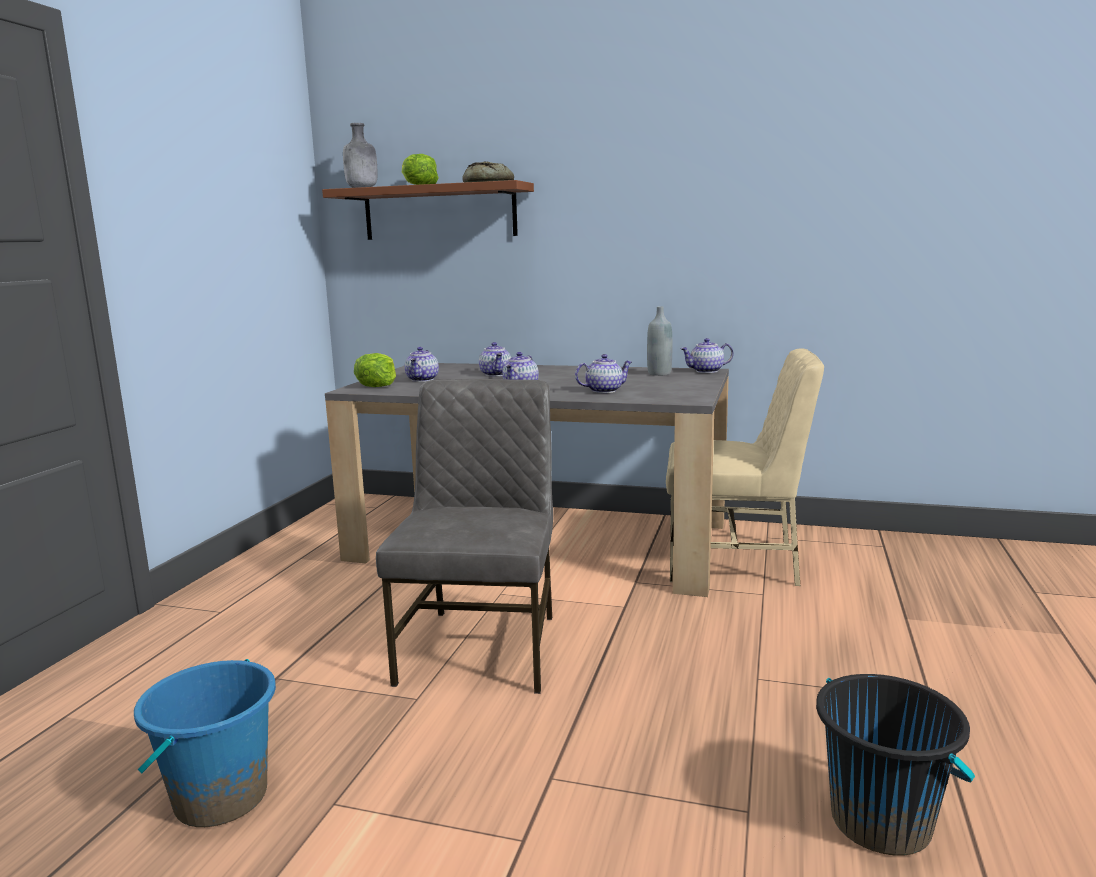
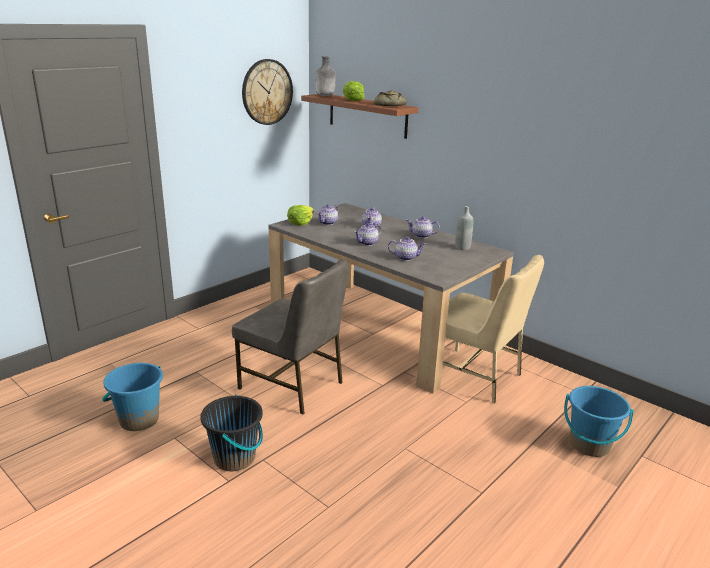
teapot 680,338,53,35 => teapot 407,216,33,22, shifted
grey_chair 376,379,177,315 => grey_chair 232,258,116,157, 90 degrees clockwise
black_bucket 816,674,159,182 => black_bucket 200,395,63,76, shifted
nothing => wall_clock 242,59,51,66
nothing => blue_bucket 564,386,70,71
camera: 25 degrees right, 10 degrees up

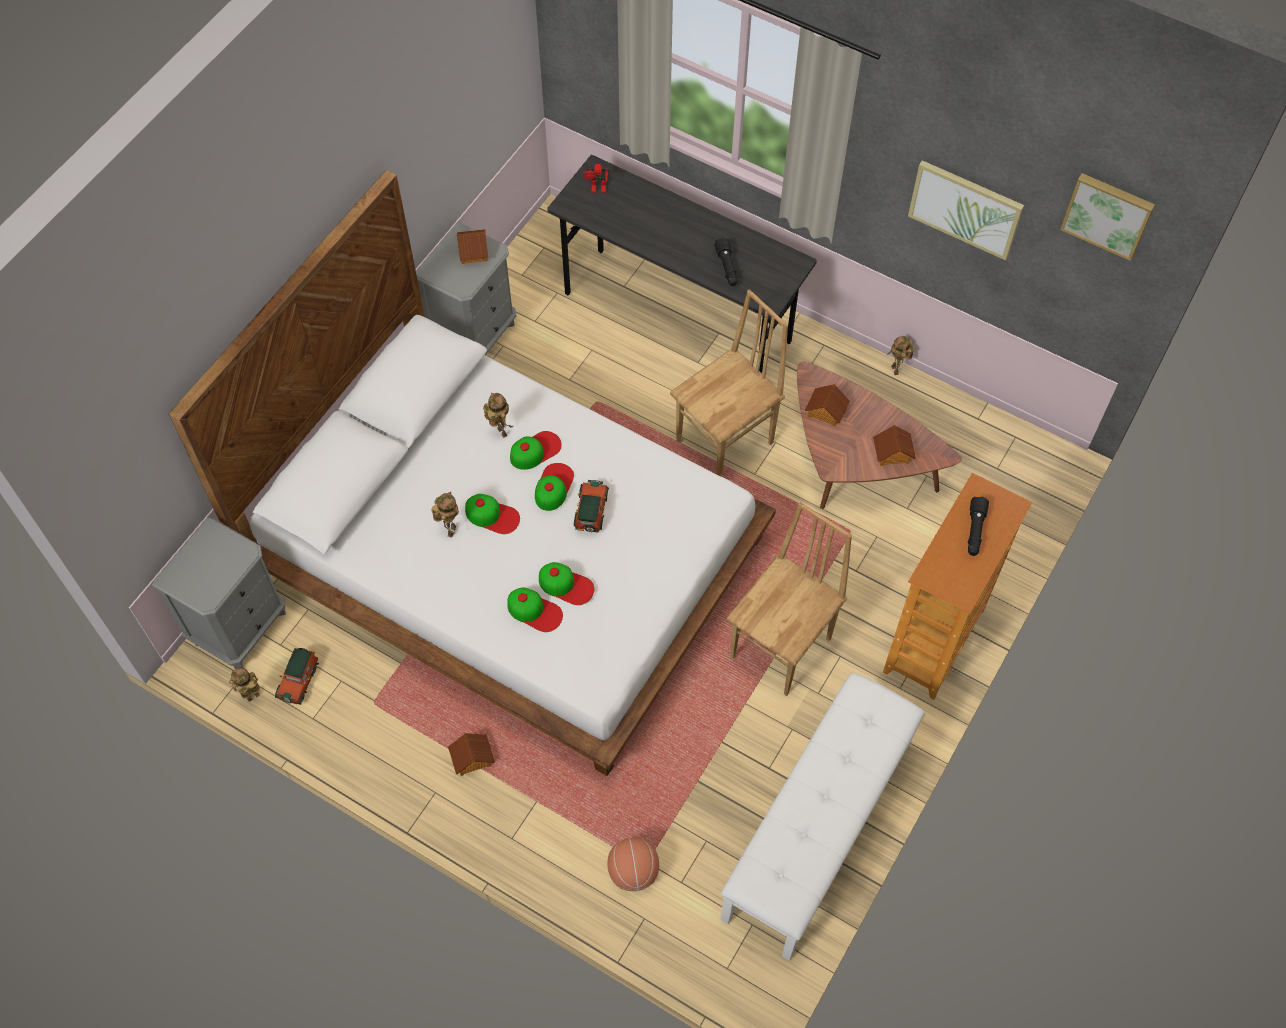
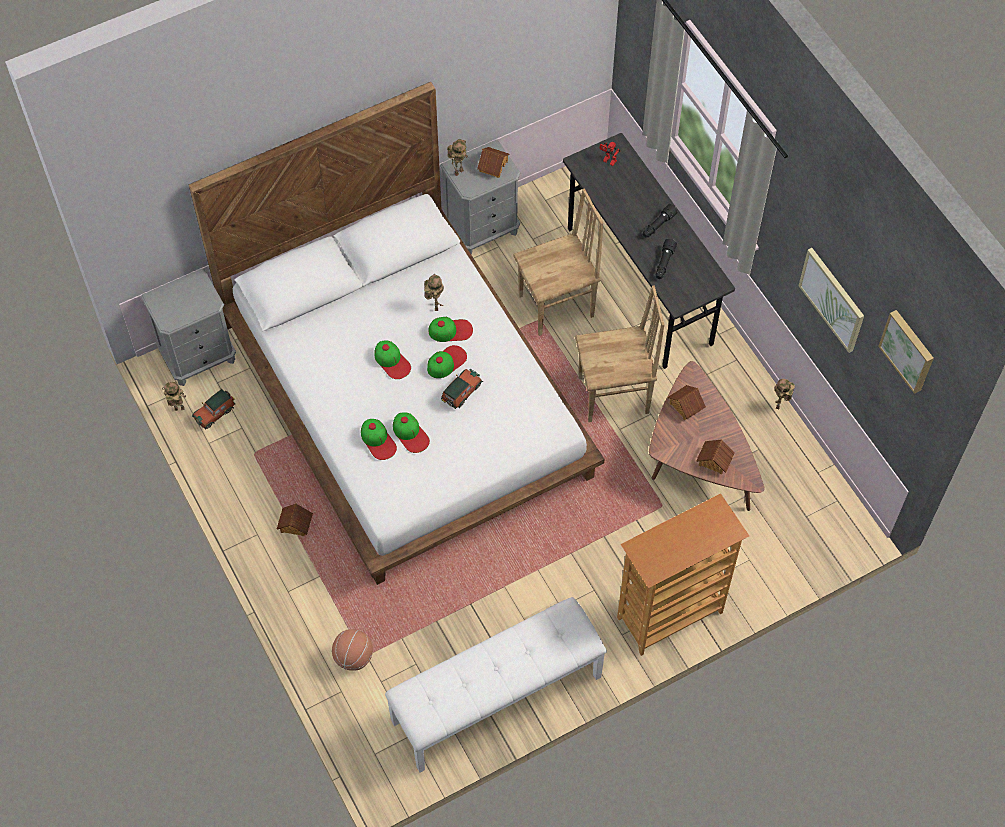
toy_robot 431,492,28,45 => toy_robot 447,139,21,37, shifted
black_flashlight 967,497,22,59 => black_flashlight 643,204,35,33, shifted
brown_chair 726,502,126,194 => brown_chair 513,189,90,147, shifted
camera: 30 degrees right, 0 degrees up

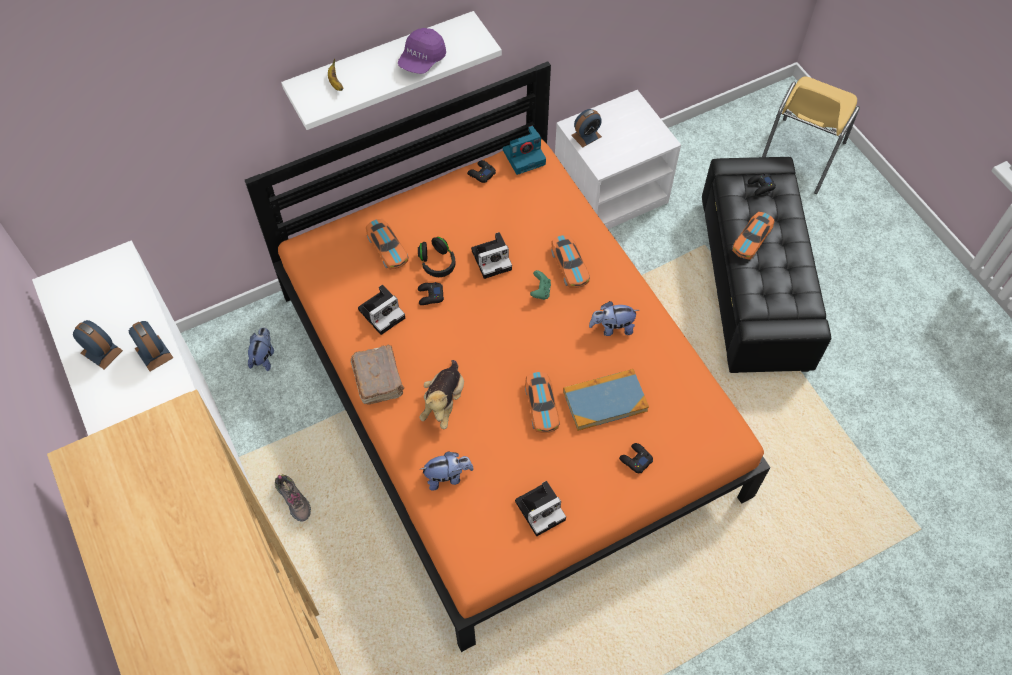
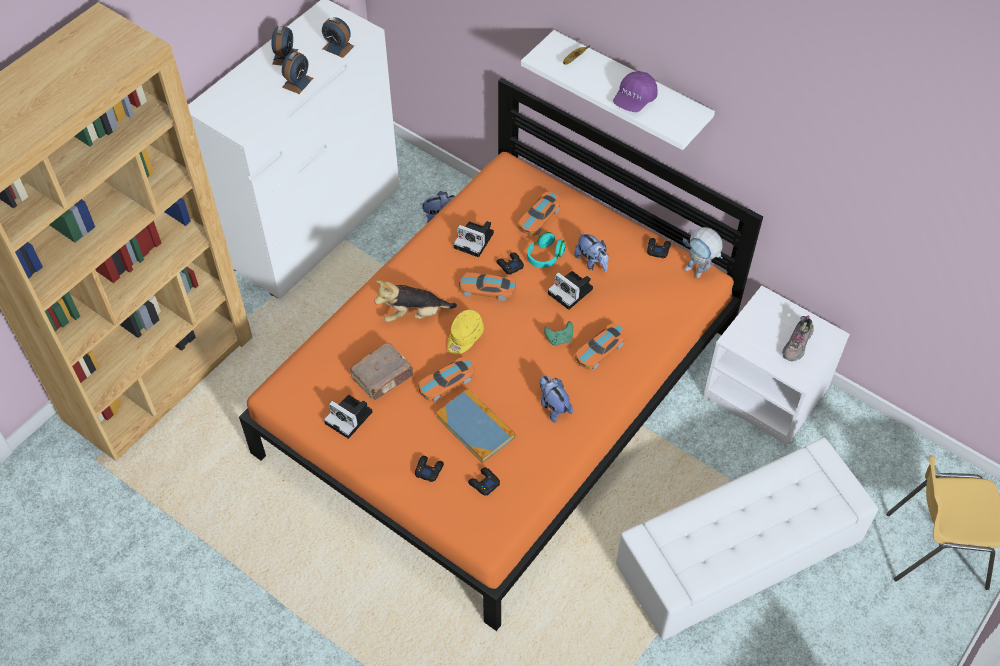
purple_cap 398,28,48,46 => purple_cap 613,71,45,41, 60 degrees counterclockwise
alarm_clock 571,109,31,38 => alarm_clock 322,17,32,41, shifted
photo_camera 503,126,43,49 => toy_robot 682,227,41,51
black_ottoman 702,157,129,216 => white_ottoman 616,437,262,203
black_game_controller 748,173,28,23 => black_game_controller 468,468,32,28, shifted
toy_car 732,212,42,48 => toy_car 459,273,57,28, shifted
black_headphones 418,237,37,40 => turquoise_headphones 527,232,39,36
brown_book 351,345,53,60 => brown_book 350,343,64,57, shifted
plush_toy 421,451,53,40 => plush_toy 574,231,35,41, shifted
shoe 275,474,36,48 => shoe 782,315,32,46, shifted
nothing => yellow_cap 447,310,37,44
camera: 65 degrees right, 5 degrees down

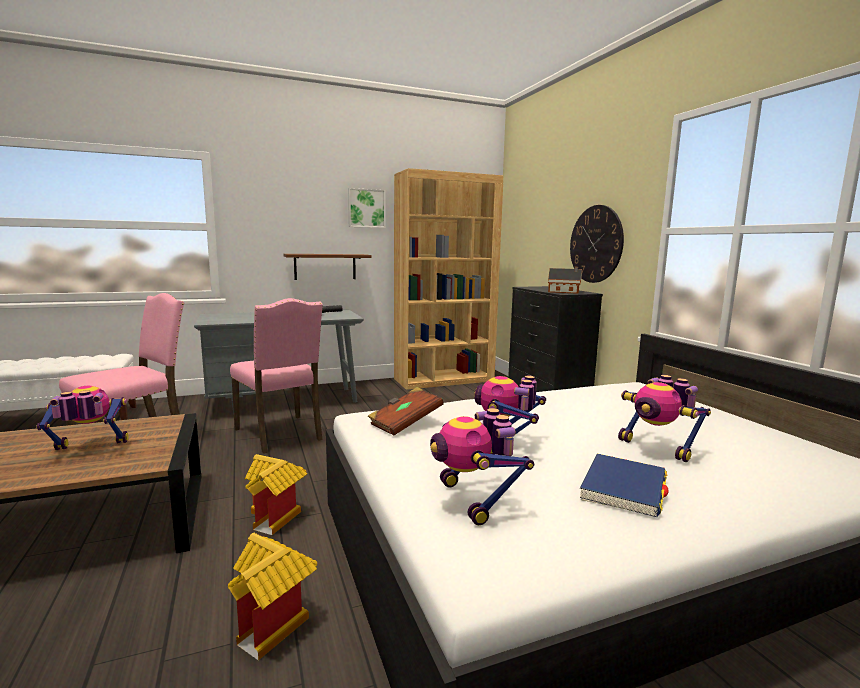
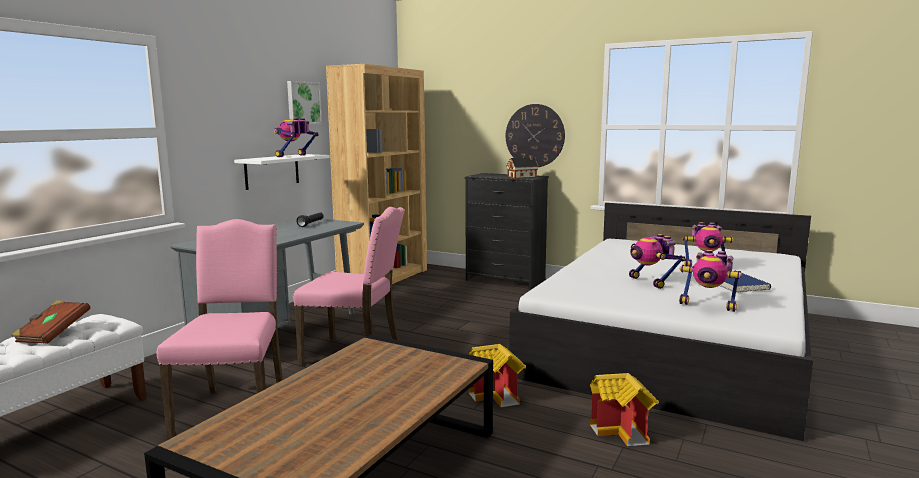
brown_shelf 283,254,89,26 => white_shelf 234,154,96,36
toy_robot 36,386,93,64 => toy_robot 274,119,45,38, shifted
brown_book 368,387,76,49 => brown_book 11,300,79,44, shifted
camera: 40 degrees left, 0 degrees up

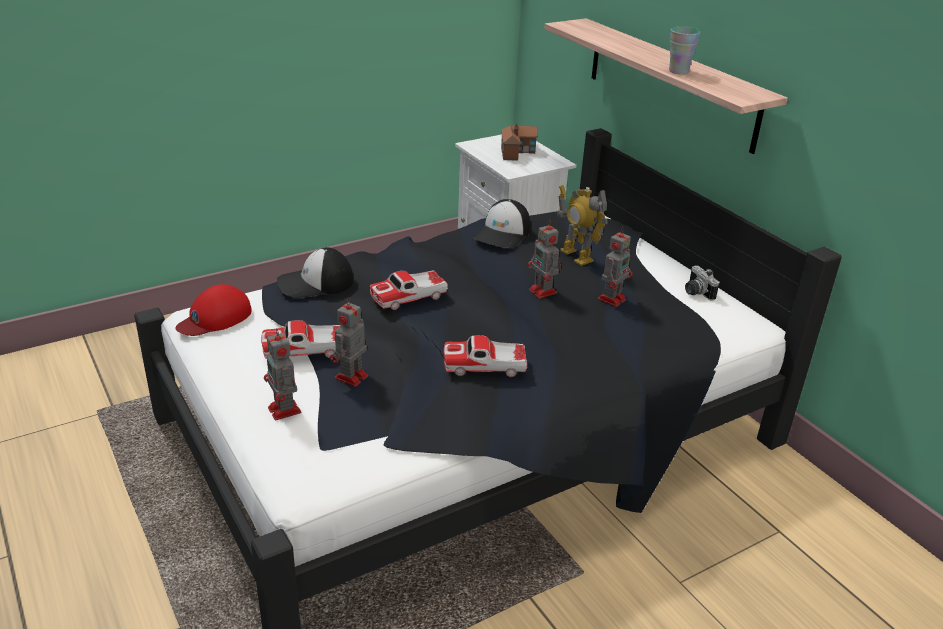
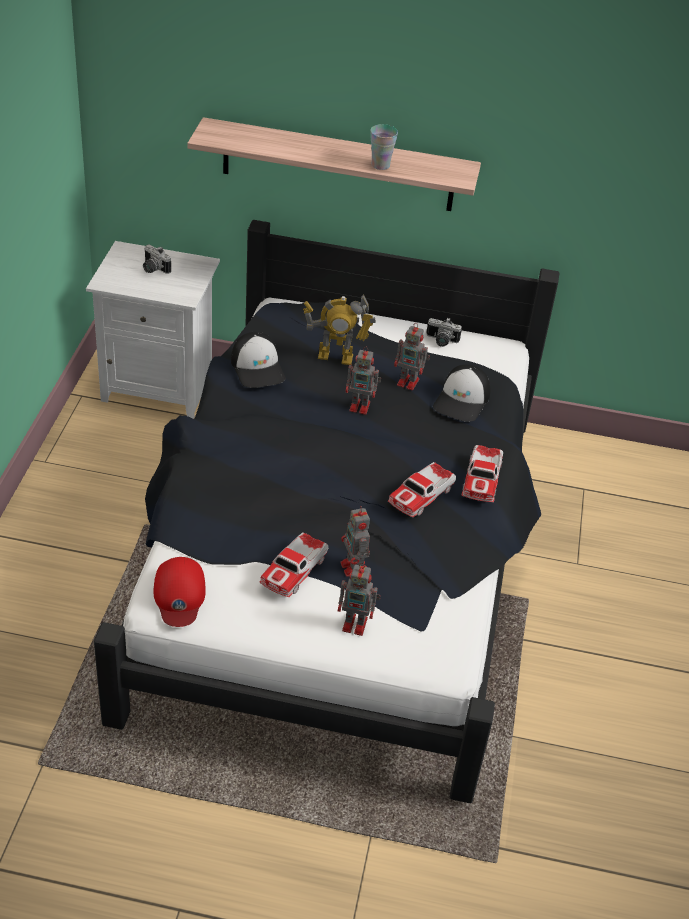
toy_house 501,124,37,37 => photo_camera 143,245,28,29
toy_robot 598,228,34,79 => toy_robot 394,323,36,67, 120 degrees clockwise
cap 277,247,76,51 => cap 433,364,57,58, shifted
toy_car 370,270,78,40 => toy_car 462,445,41,57, shifted
camera: 50 degrees left, 10 degrees up

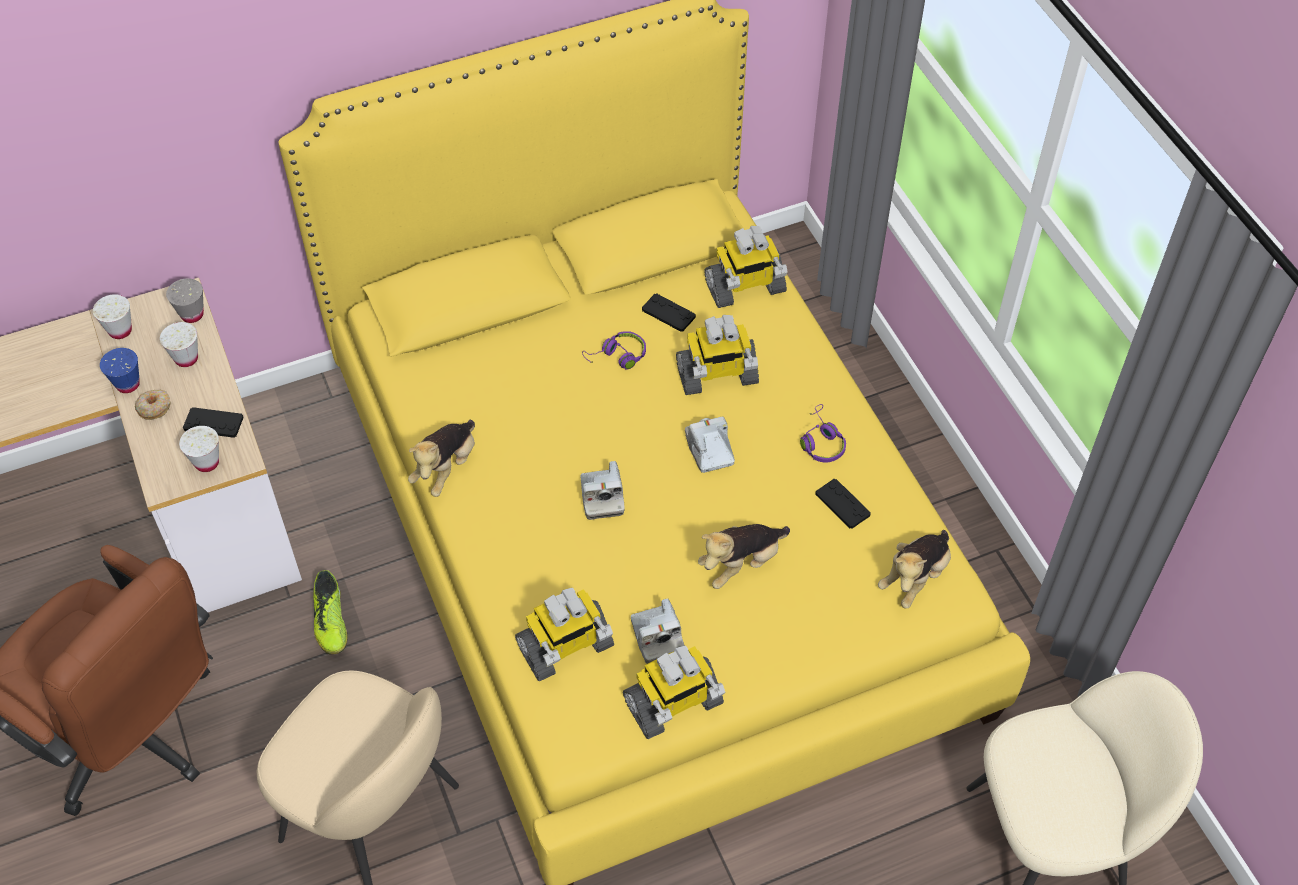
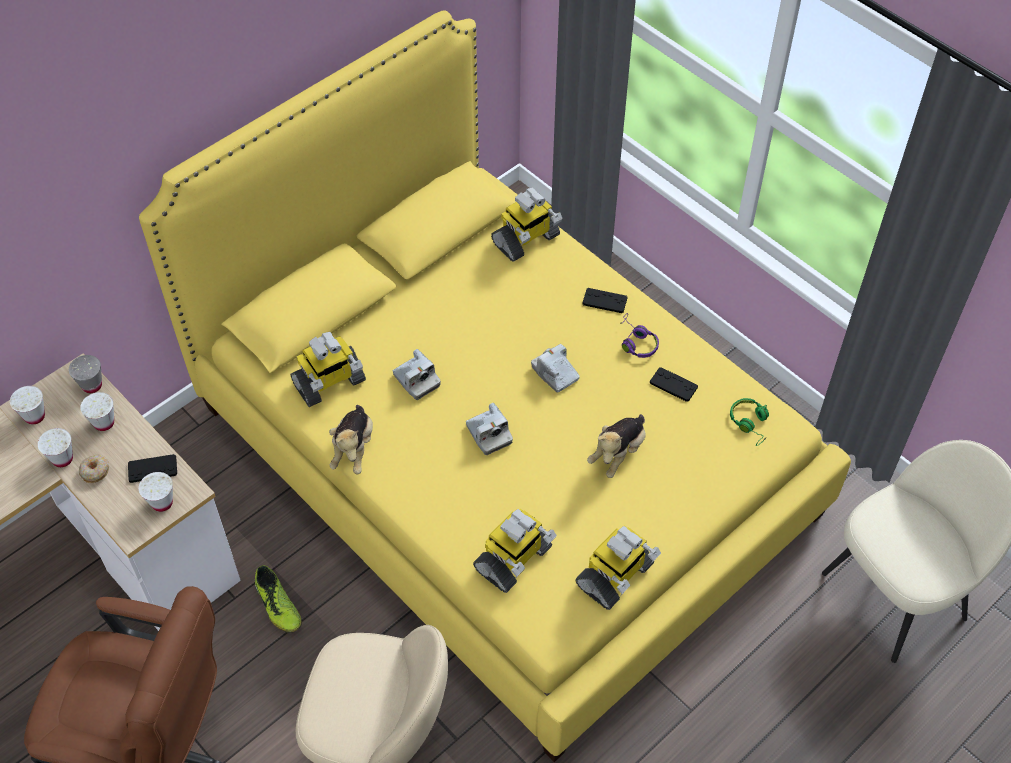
black_game_controller 642,293,54,39 => black_game_controller 582,288,45,25, shifted
toy_robot 676,315,83,80 => toy_robot 290,332,76,75, shifted
purple_headphones 582,331,64,39 => nothing
blue_cup 100,348,40,45 => white_cup 38,428,35,39
plush_toy 878,530,73,79 => green_headphones 730,398,39,48
photo_camera 631,599,53,65 => photo_camera 393,349,48,51, shifted
camera: 20 degrees left, 0 degrees up

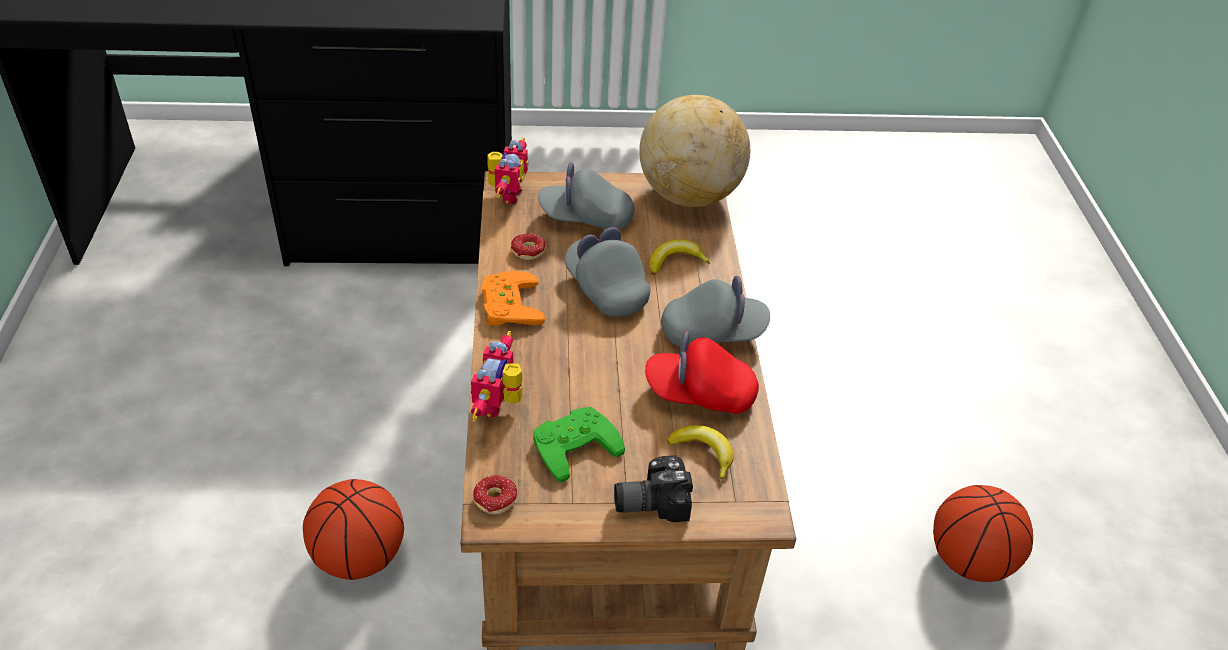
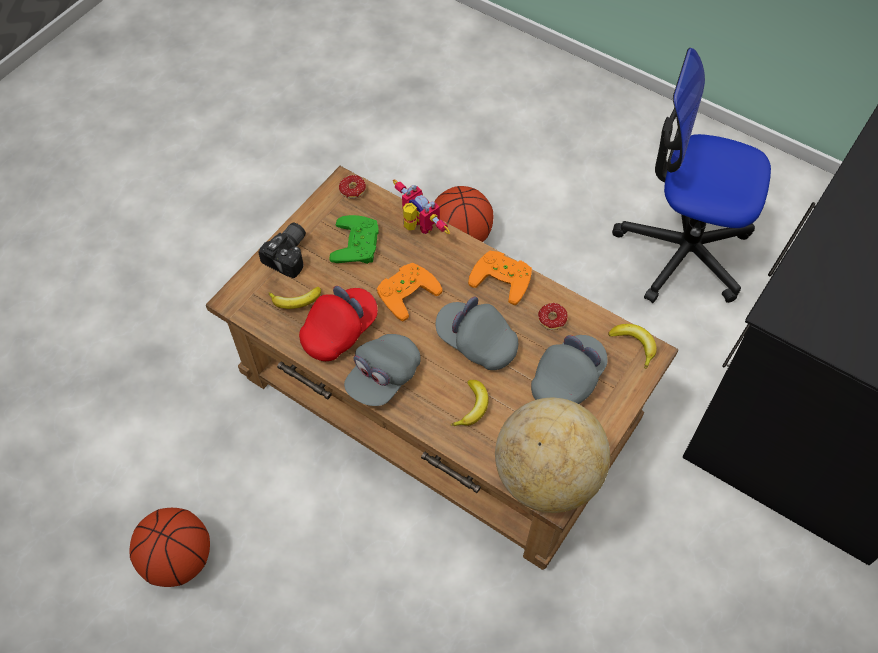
toy_robot 487,138,41,66 => banana 608,324,49,45
grey_cap 565,227,85,90 => grey_cap 436,296,82,74, 150 degrees counterclockwise
nothing => office_chair 612,48,159,255
nothing => orange_game_controller 377,263,66,59
camera: 130 degrees right, 15 degrees up

